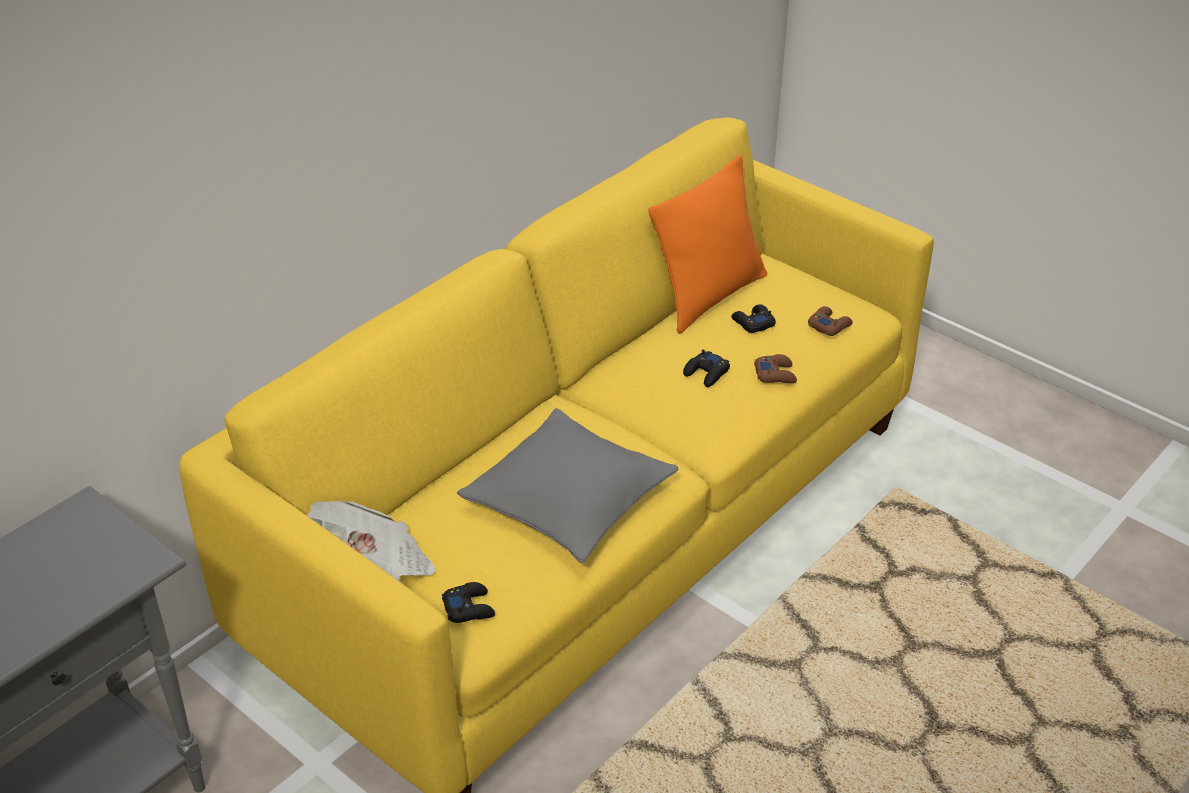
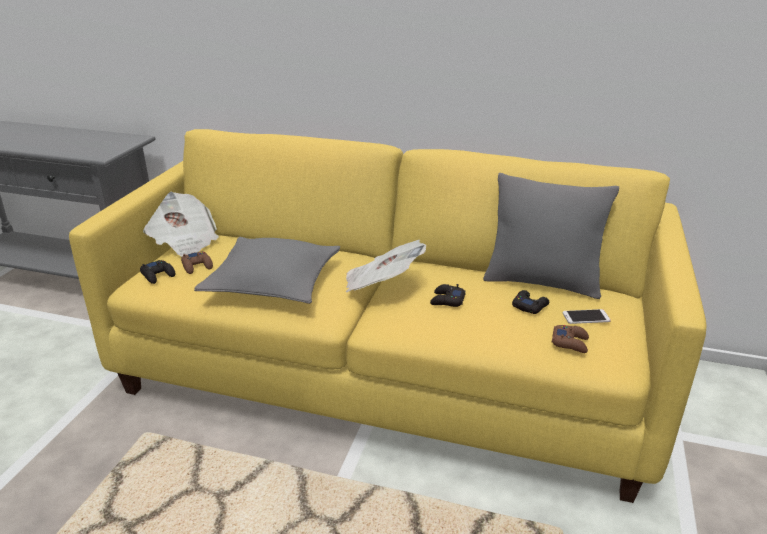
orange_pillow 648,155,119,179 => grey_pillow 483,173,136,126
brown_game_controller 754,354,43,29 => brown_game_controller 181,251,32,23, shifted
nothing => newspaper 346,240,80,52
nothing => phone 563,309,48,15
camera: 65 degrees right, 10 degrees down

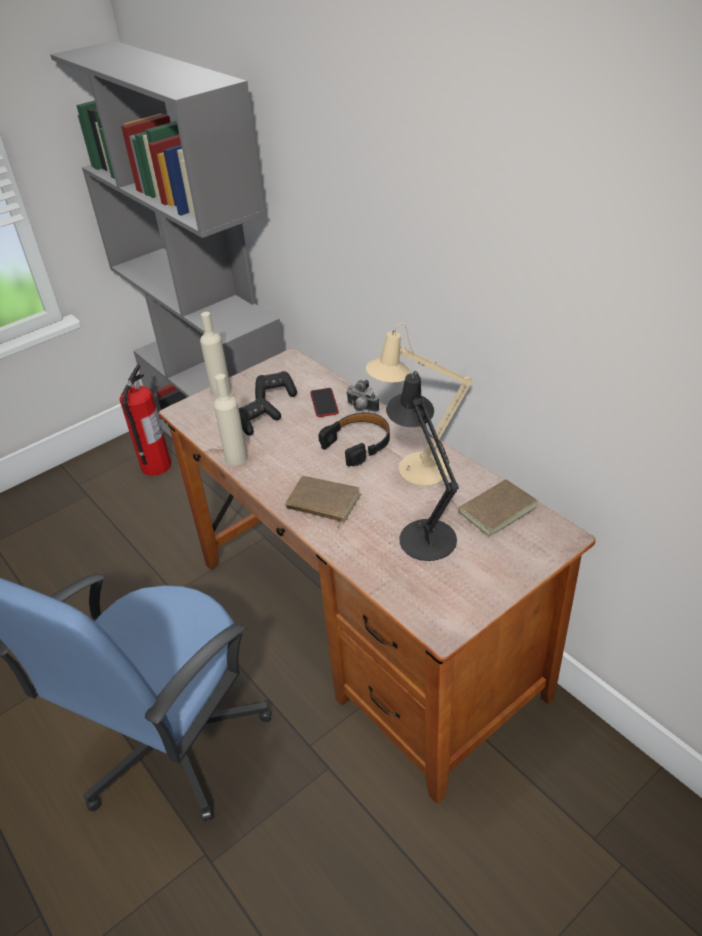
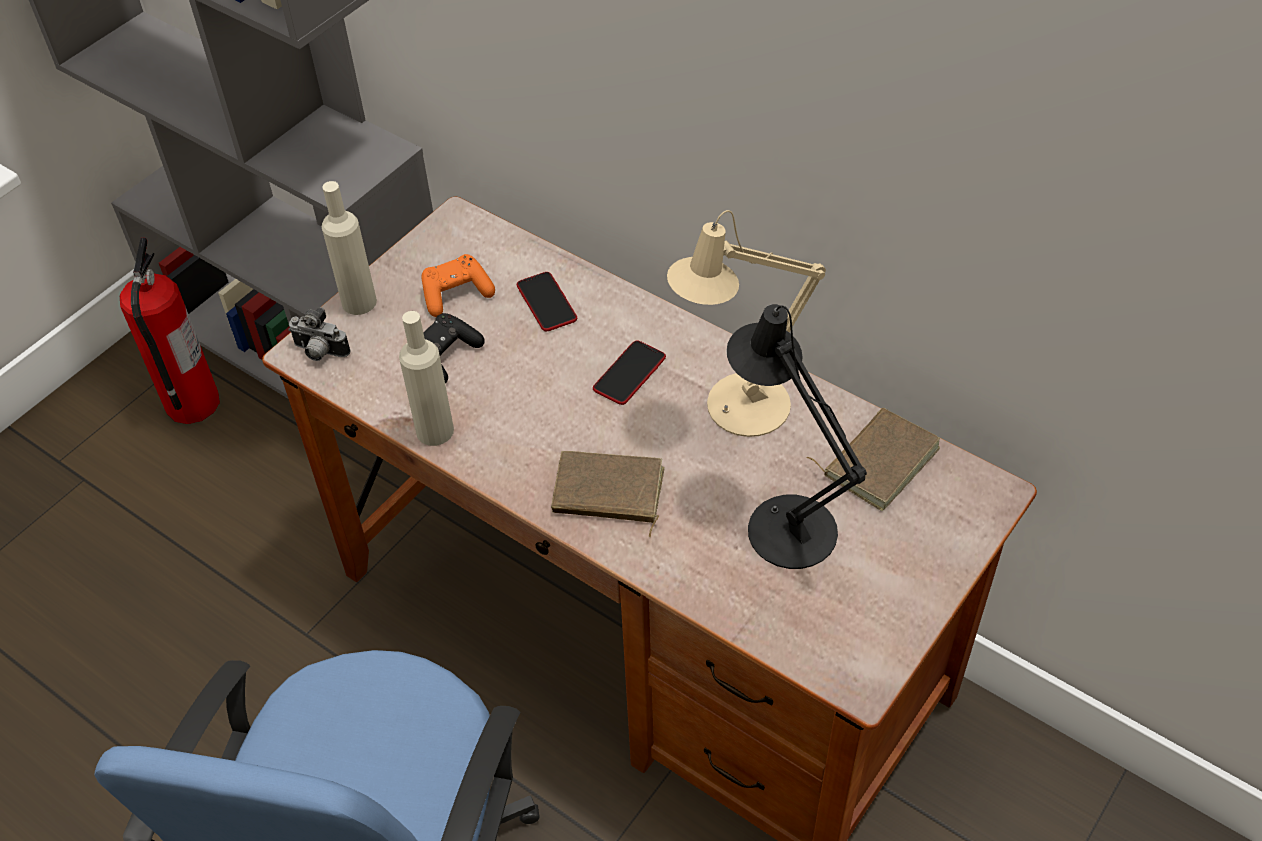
black_game_controller 255,371,42,28 => orange_game_controller 422,254,73,63
photo_camera 346,380,33,32 => photo_camera 288,307,62,54, shifted
black_headphones 318,413,72,54 => phone 593,341,73,64
camera: 15 degrees left, 10 degrees up

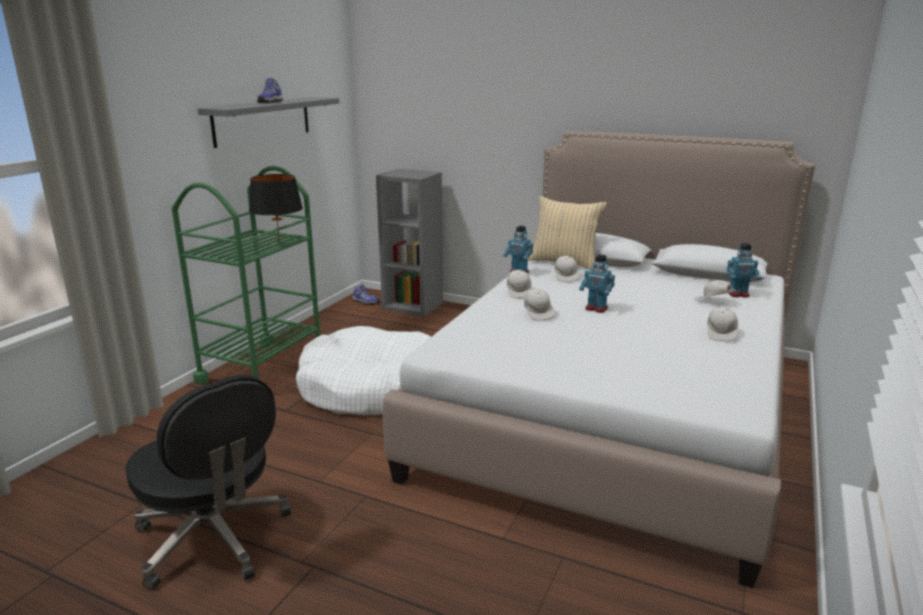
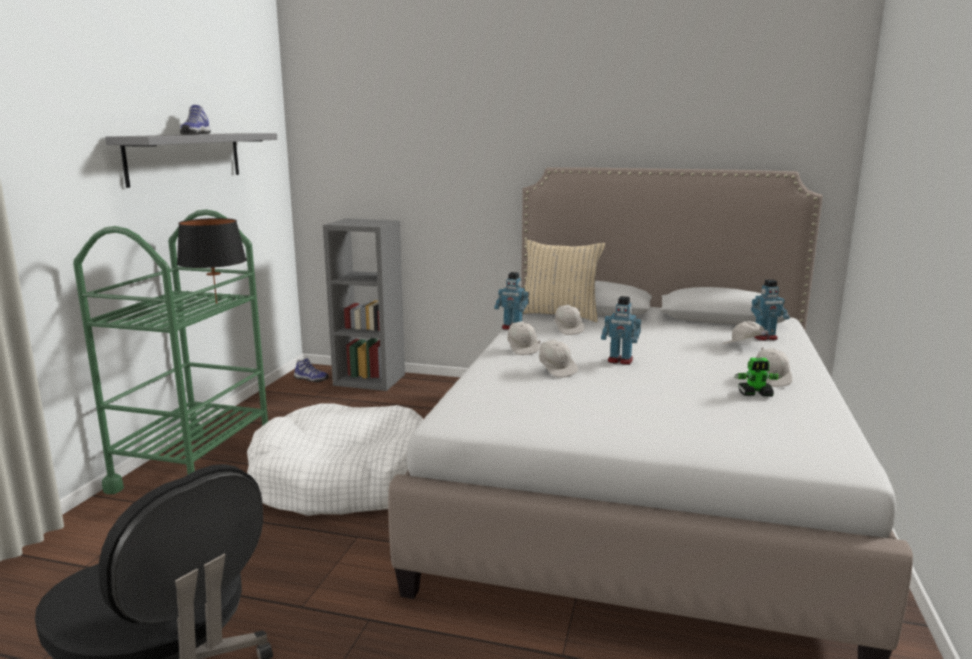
nothing => toy_robot 734,358,47,39
camera: 10 degrees left, 5 degrees down

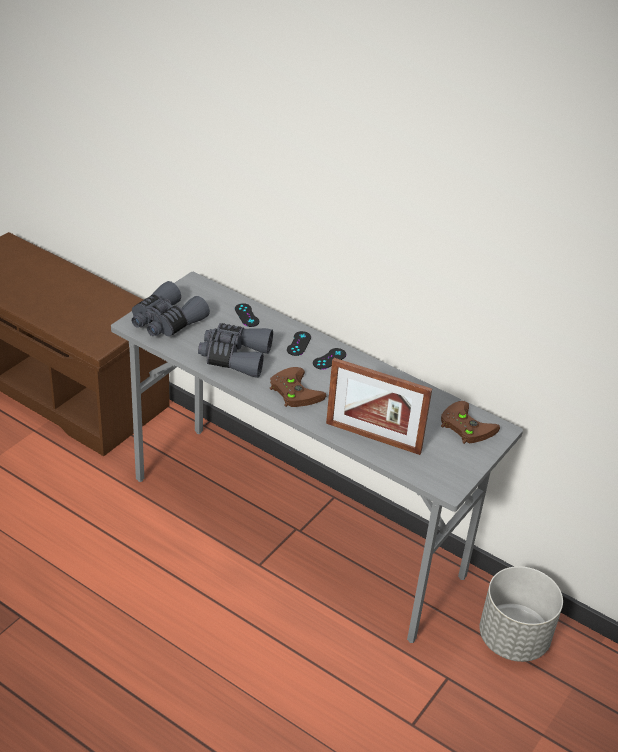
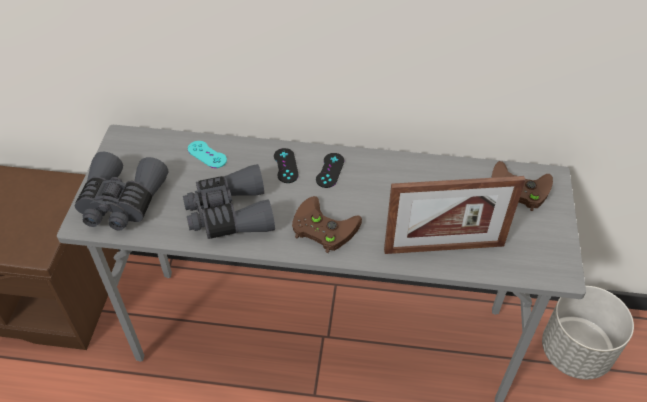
black_game_controller 235,303,24,24 => turquoise_game_controller 188,141,39,27
camera: 25 degrees left, 10 degrees up

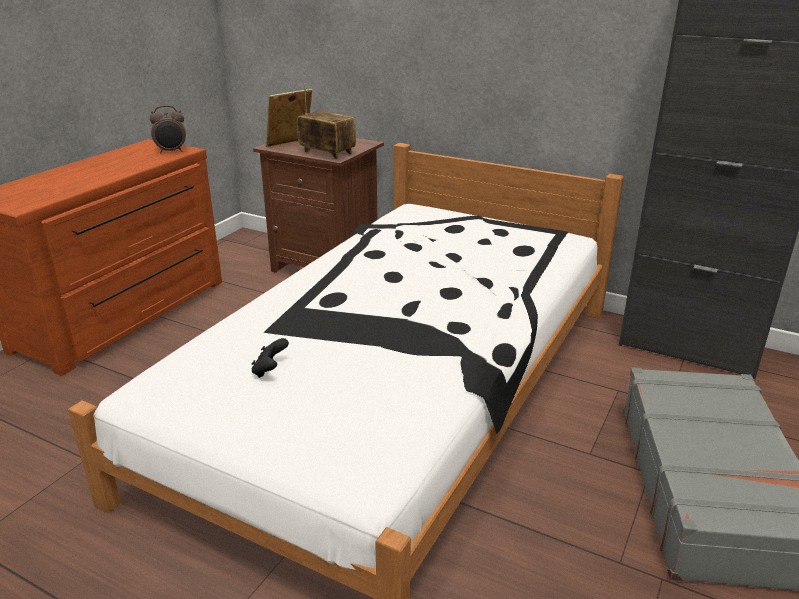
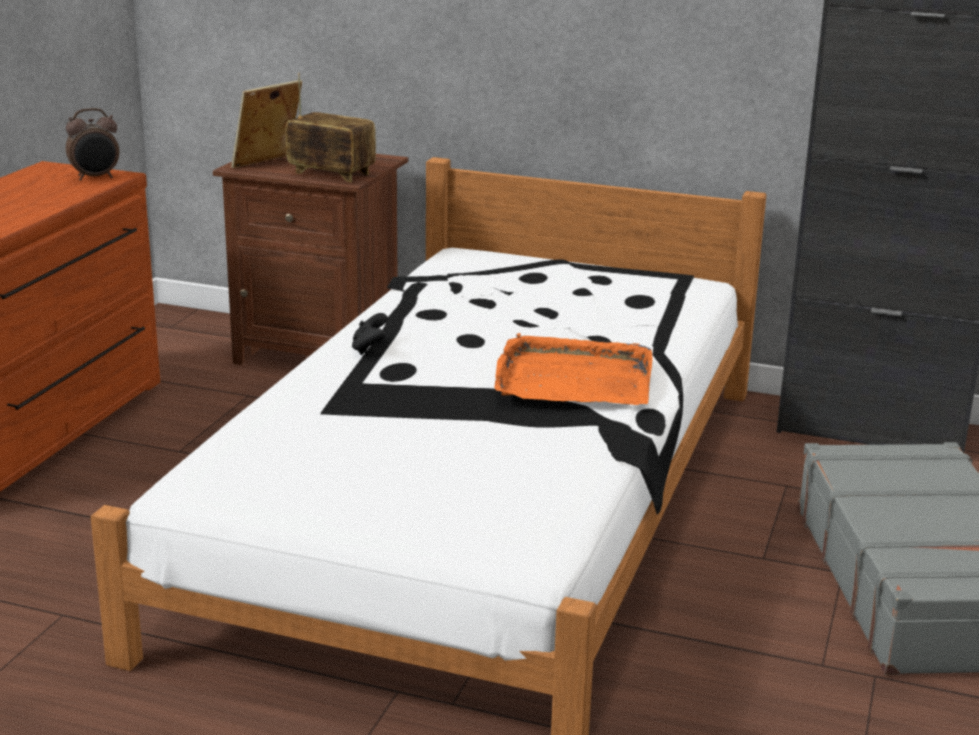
black_game_controller 251,338,38,40 => black_game_controller 352,313,36,42, shifted
nothing => orange_tray 494,333,159,72
camera: 10 degrees left, 5 degrees down

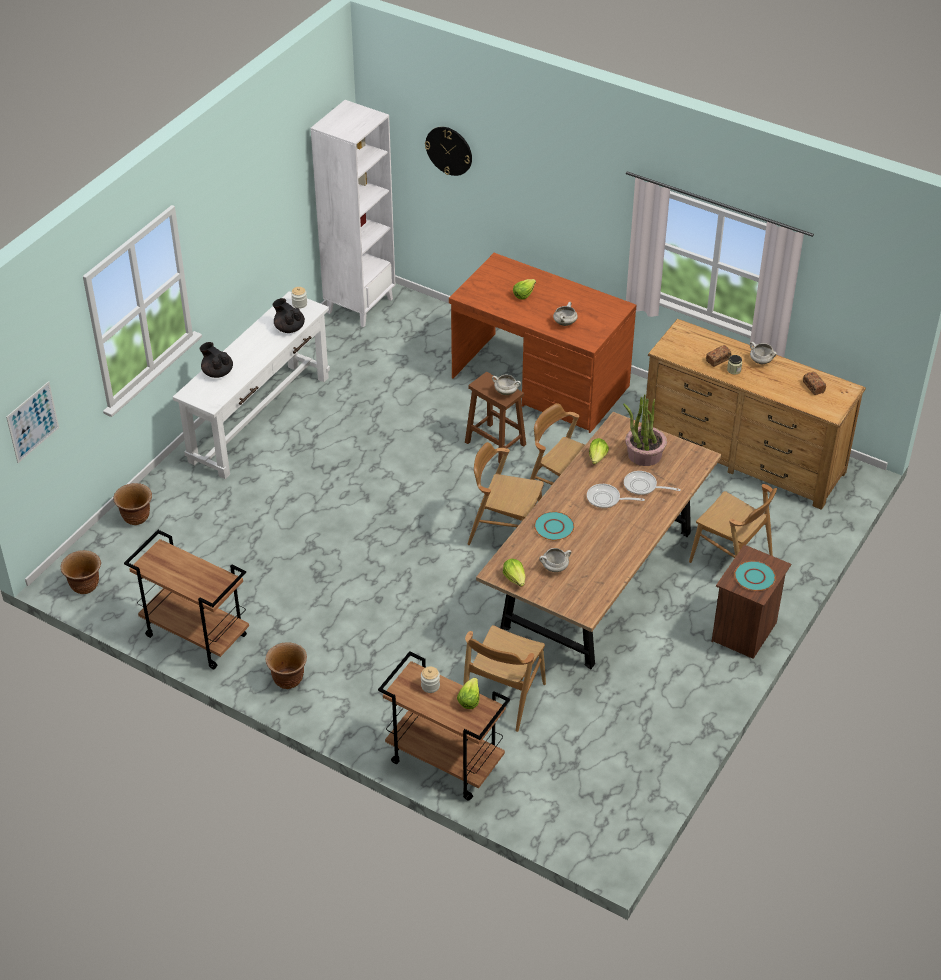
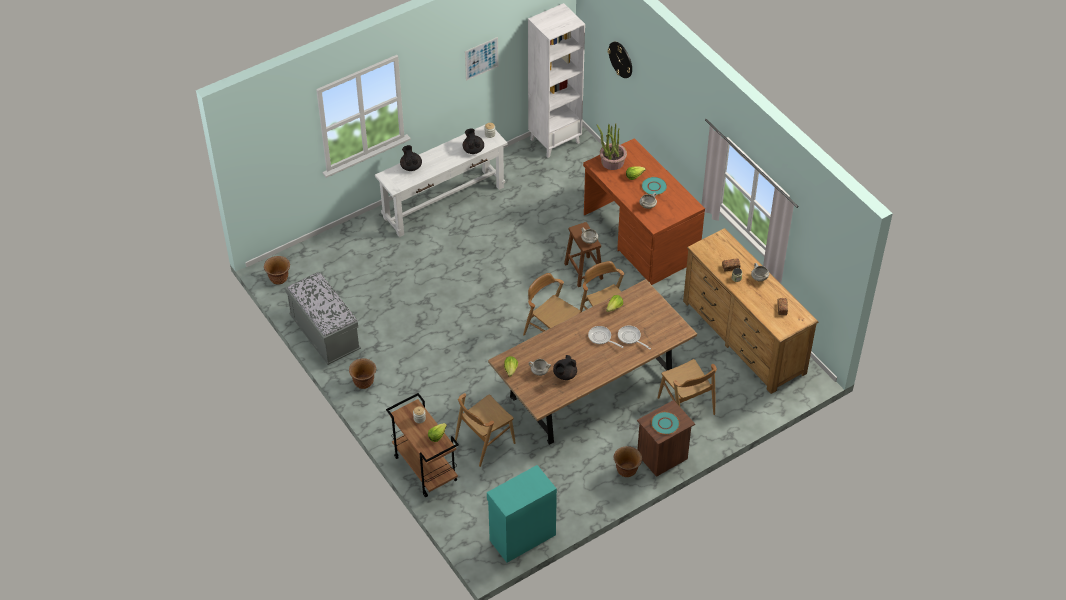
picture 6,381,53,82 => picture 465,37,34,44, shifted
potted_plant 623,394,44,72 => potted_plant 597,123,30,47, shifted
brown_planter 113,483,39,42 => brown_planter 614,446,28,31, shifted
turquoise_plate 534,512,40,28 => turquoise_plate 641,177,26,18, shifted
brown_cart 124,530,125,139 => grey_bench 285,272,76,93
nothing => black_teapot 553,355,24,25
nothing => turquoise_cabinet 487,465,70,98
camera: 25 degrees right, 5 degrees up

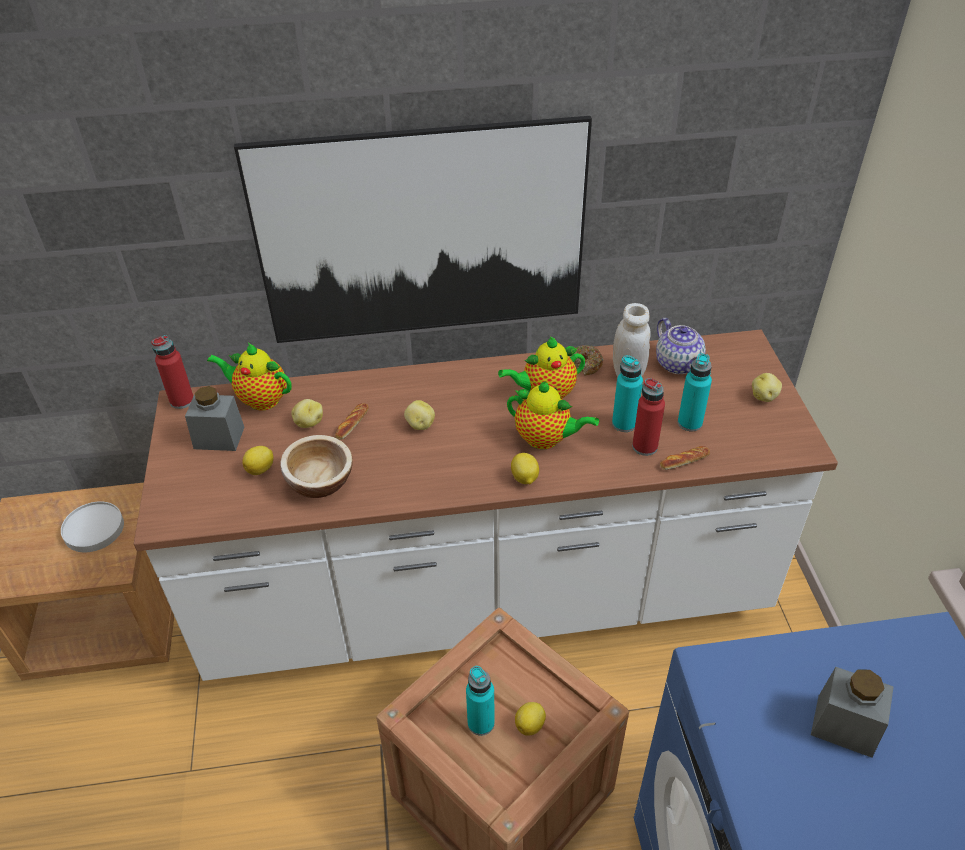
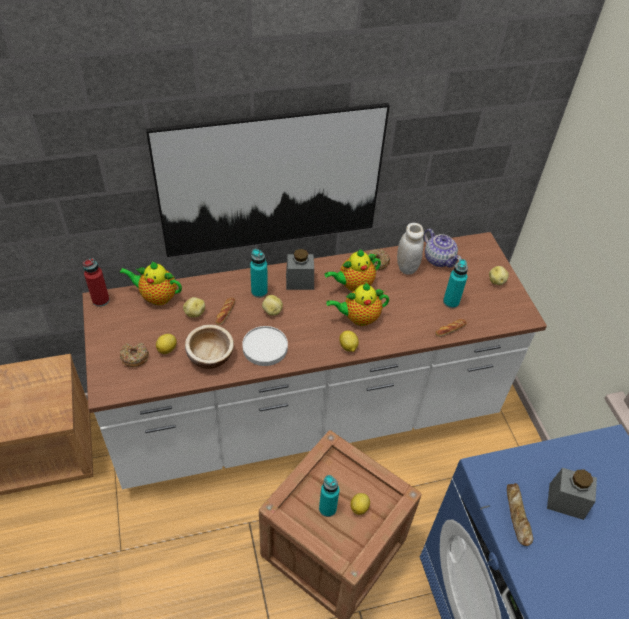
turquoise_bottle 612,355,31,77 => turquoise_bottle 250,249,18,49, shifted
red_bottle 632,378,33,78 => nothing
teapot 507,381,92,68 => teapot 326,283,63,43, 150 degrees clockwise
grey_jar 185,386,59,65 => grey_jar 286,249,28,41, shifted
white_plate 61,501,63,51 => white_plate 242,326,46,40, shifted
nothing => donut 120,343,29,24
nothing => bread 507,483,27,63
camera: 10 degrees left, 5 degrees up

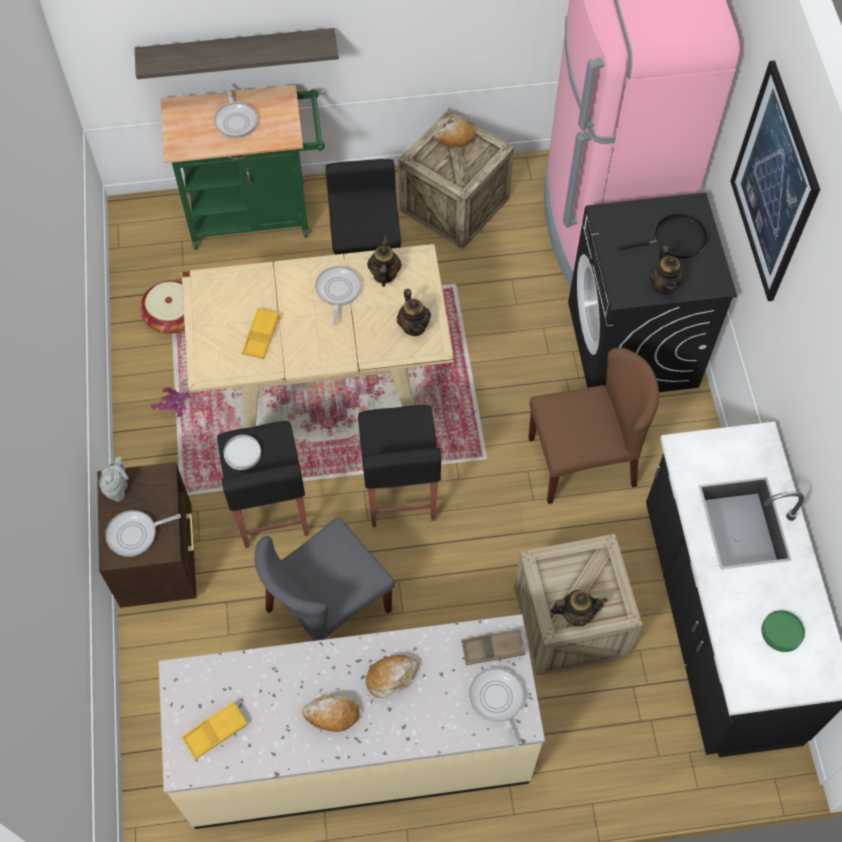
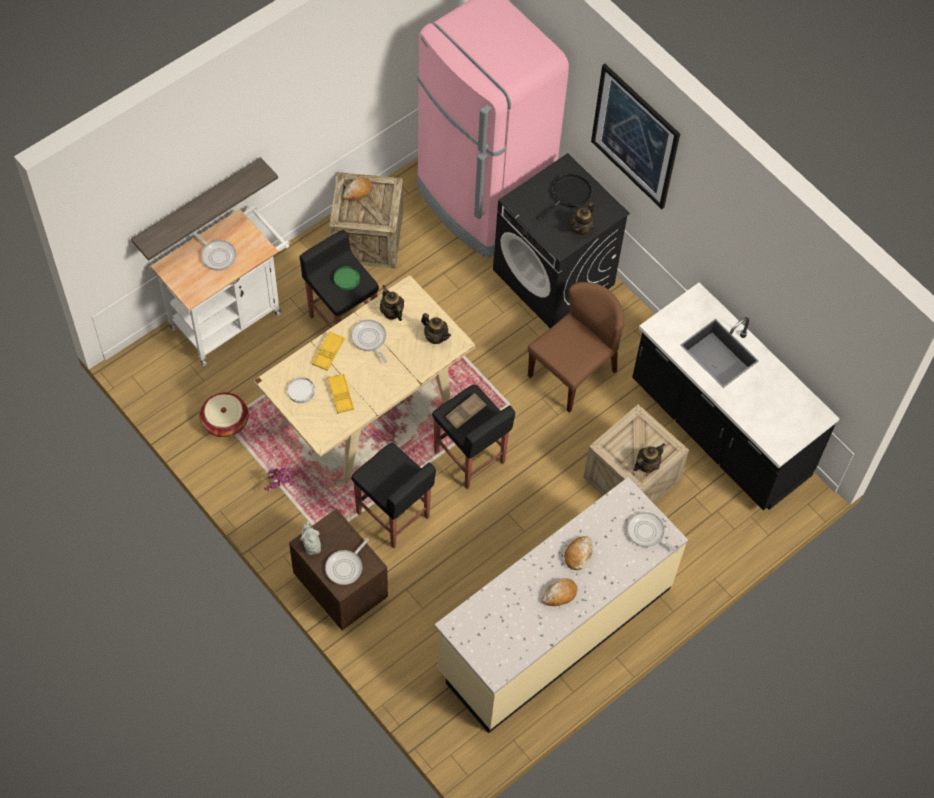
green_cart 161,85,164,165 => white_cart 150,205,139,161
teapot 649,246,36,49 => teapot 571,202,23,34, 75 degrees clockwise
white_plate 223,435,38,35 => white_plate 287,377,28,26, shifted
grey_chair 255,517,140,124 => nothing
green_plate 761,610,44,42 => green_plate 334,266,26,24, shifted
brown_tray 461,629,64,36 => brown_tray 445,393,41,36, shifted
yellow_tray 181,702,67,58 => yellow_tray 312,331,33,40, shifted
camera: 35 degrees left, 0 degrees up

